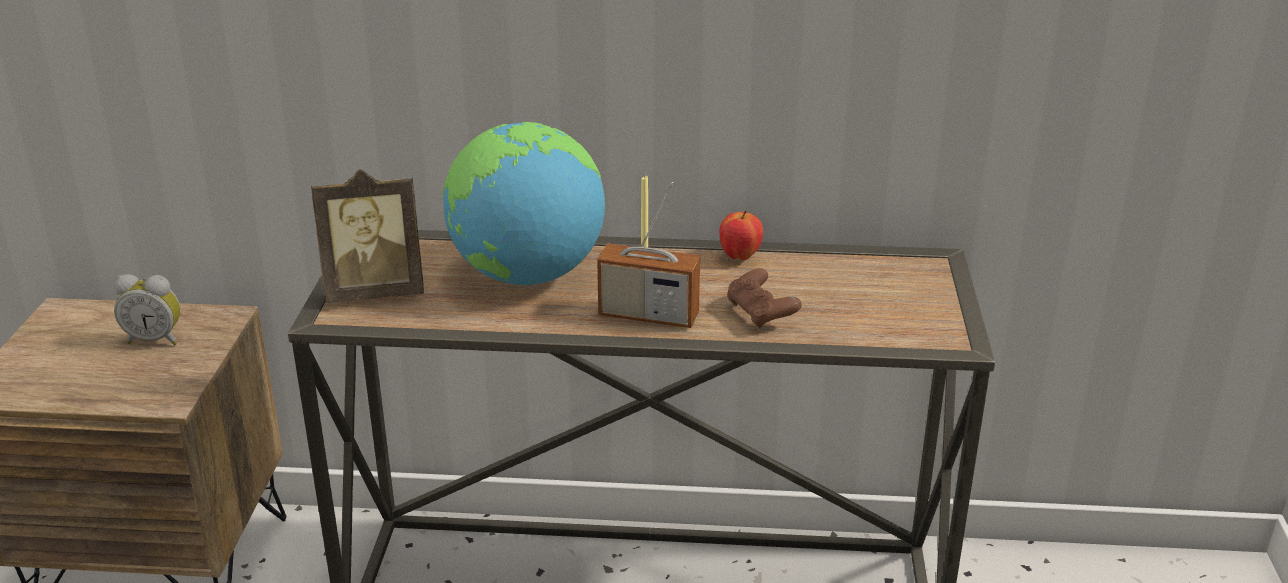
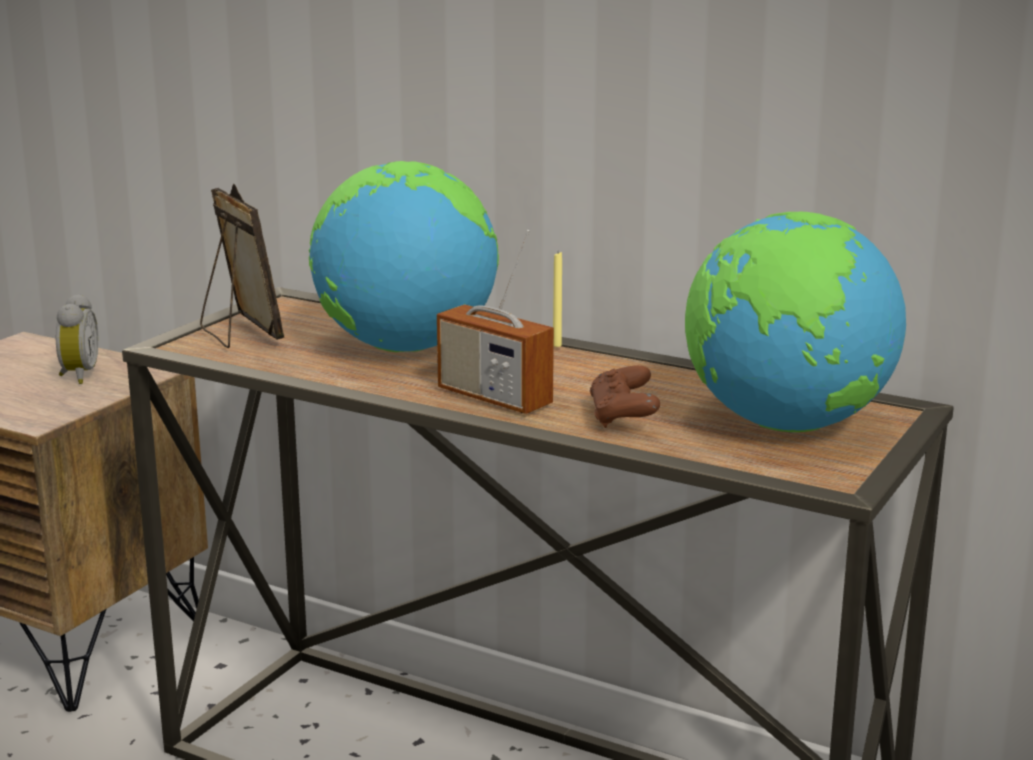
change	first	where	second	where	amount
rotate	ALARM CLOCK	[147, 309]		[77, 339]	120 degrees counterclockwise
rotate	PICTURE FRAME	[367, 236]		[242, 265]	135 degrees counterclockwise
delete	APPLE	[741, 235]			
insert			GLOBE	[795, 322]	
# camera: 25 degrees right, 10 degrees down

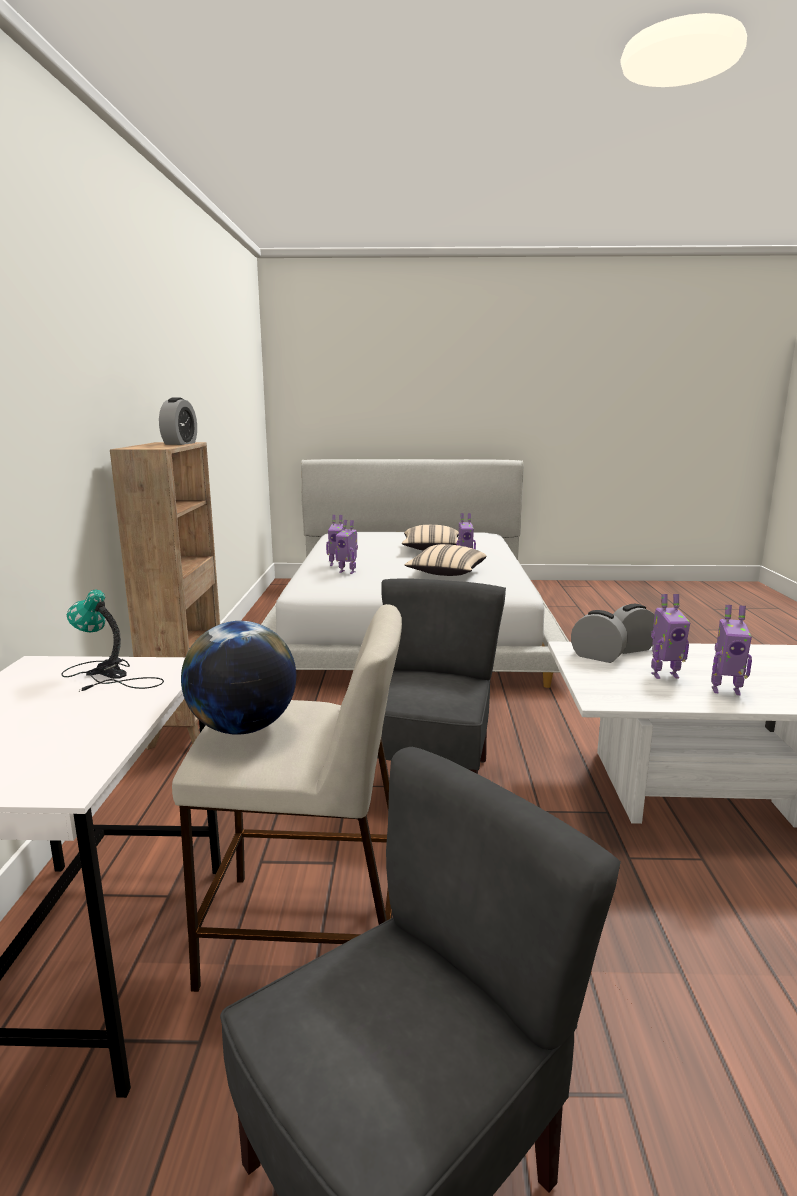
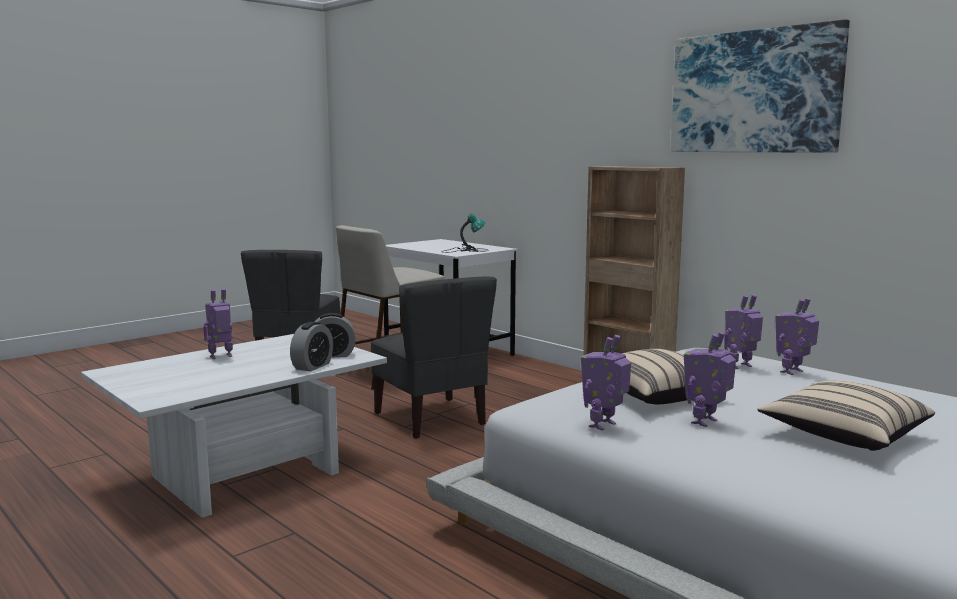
change	first	where	second	where	amount
delete	ALARM CLOCK	[178, 421]			
delete	GLOBE	[238, 678]			
move	TOY ROBOT	[670, 636]		[606, 382]	
insert			PICTURE	[760, 86]	
# camera: 135 degrees right, 5 degrees down

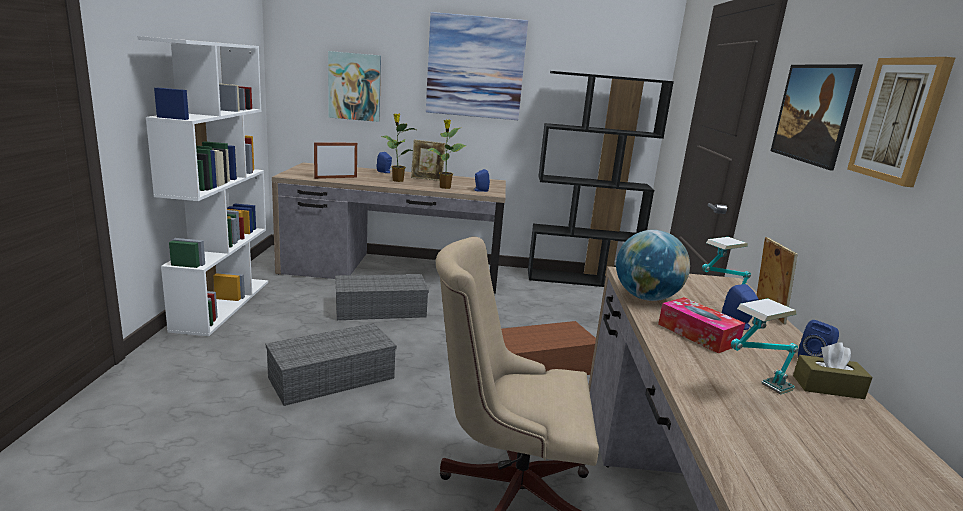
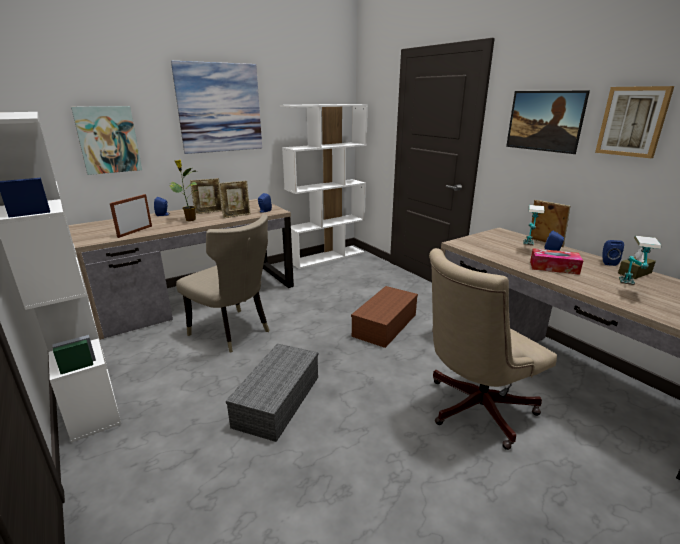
change	first	where	second	where	amount
replace	GREY STORAGE BOX	[382, 297]	BEIGE CHAIR	[223, 283]	
replace	POTTED PLANT	[447, 154]	PICTURE FRAME	[234, 199]	
recolor	BLACK BOOKCASE	[601, 179]	WHITE BOOKCASE	[324, 186]	
delete	GLOBE	[653, 265]			
# camera: 35 degrees left, 5 degrees up

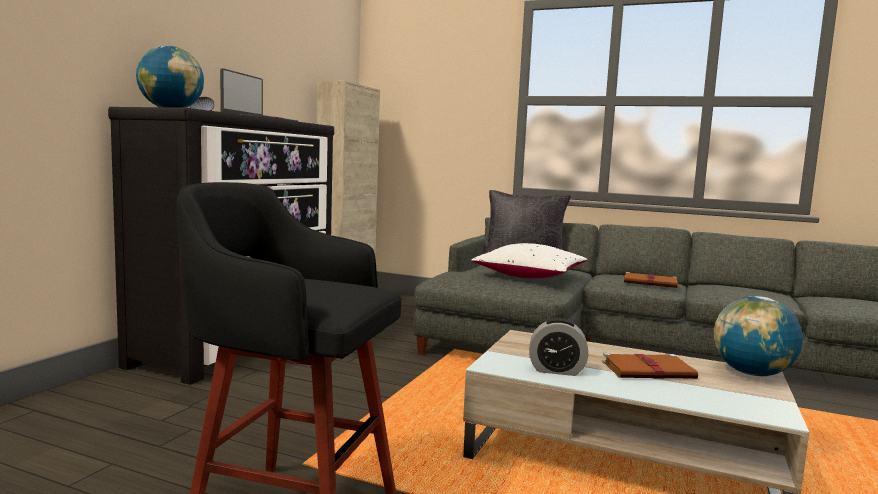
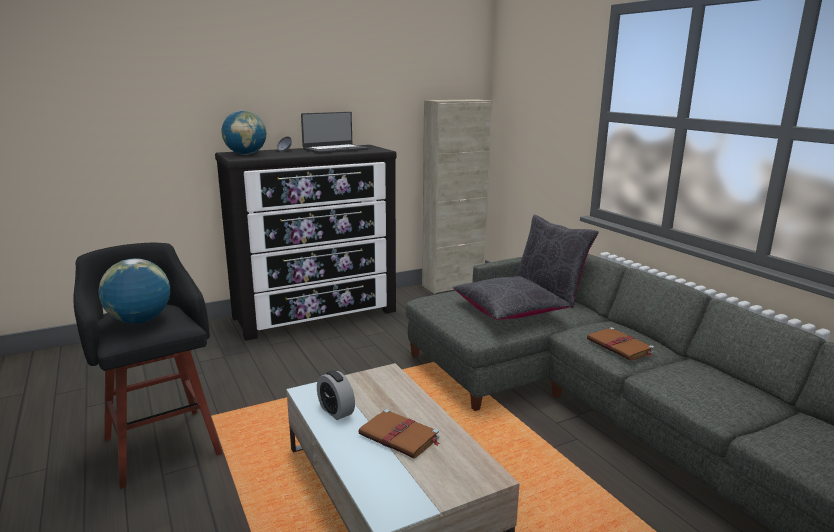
change	first	where	second	where	amount
recolor	WHITE PILLOW	[529, 260]	BLACK PILLOW	[512, 298]	
move	GLOBE	[758, 336]		[134, 291]	
# camera: 40 degrees right, 10 degrees up

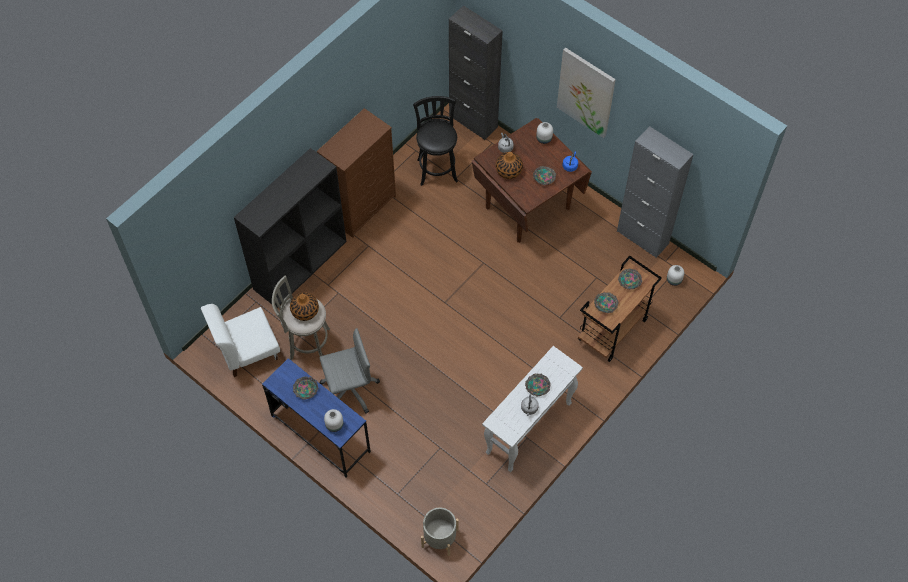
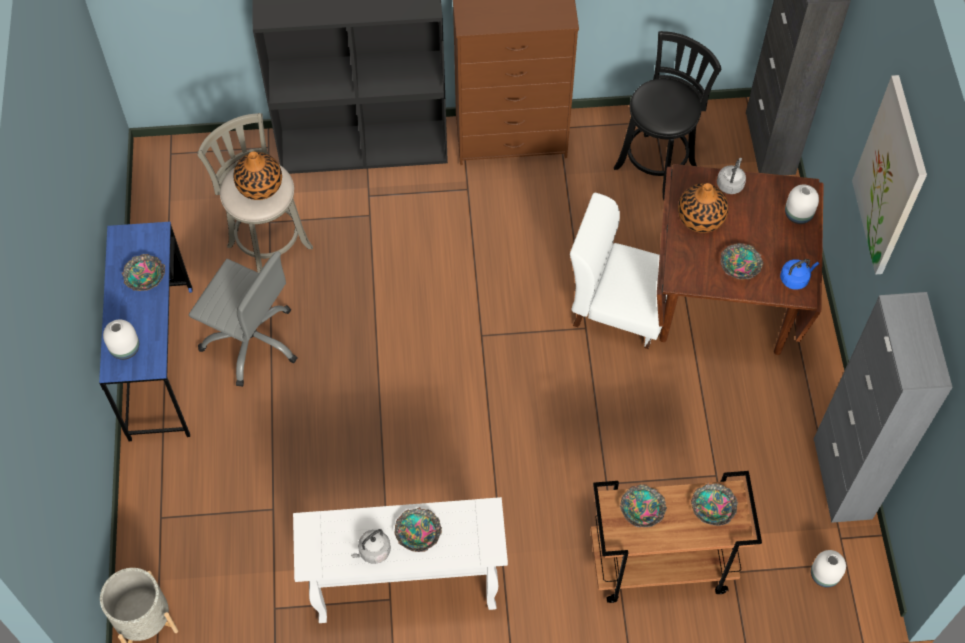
change	first	where	second	where	amount
move	WHITE CHAIR	[240, 340]		[618, 271]	
# camera: 45 degrees right, 0 degrees up

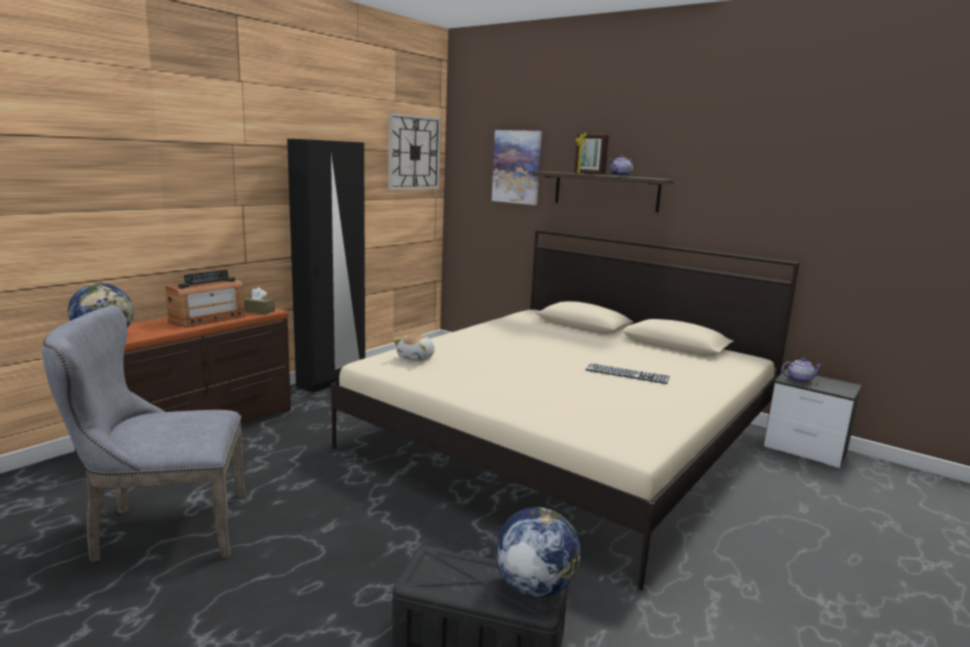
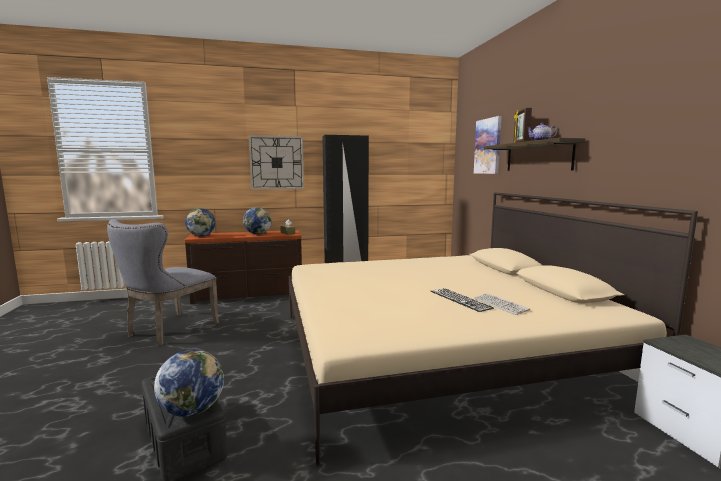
change	first	where	second	where	amount
rotate	GREY CHAIR	[144, 434]		[163, 282]	90 degrees counterclockwise
replace	RADIO	[205, 299]	GLOBE	[257, 220]	
move	WALL CLOCK	[414, 151]		[276, 162]	
delete	PLUSH TOY	[414, 347]			
delete	TEAPOT	[802, 370]			
insert			KEYBOARD	[502, 304]	
# camera: 40 degrees right, 5 degrees down

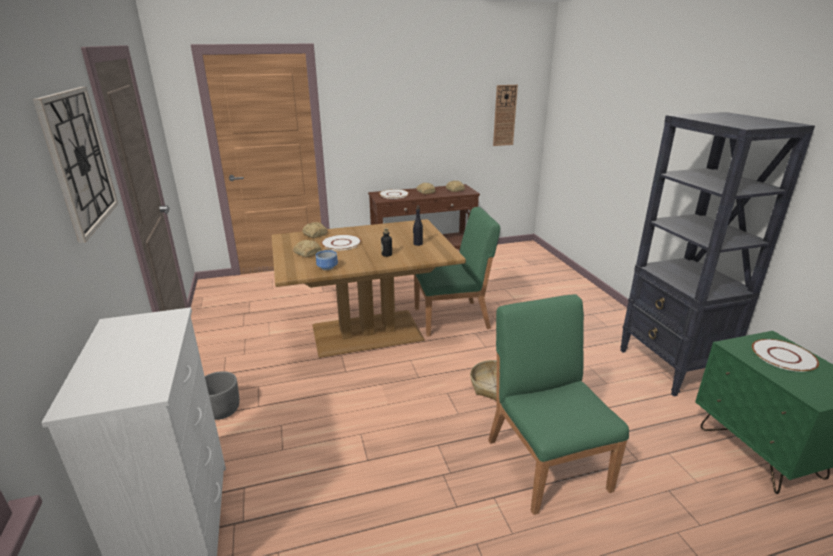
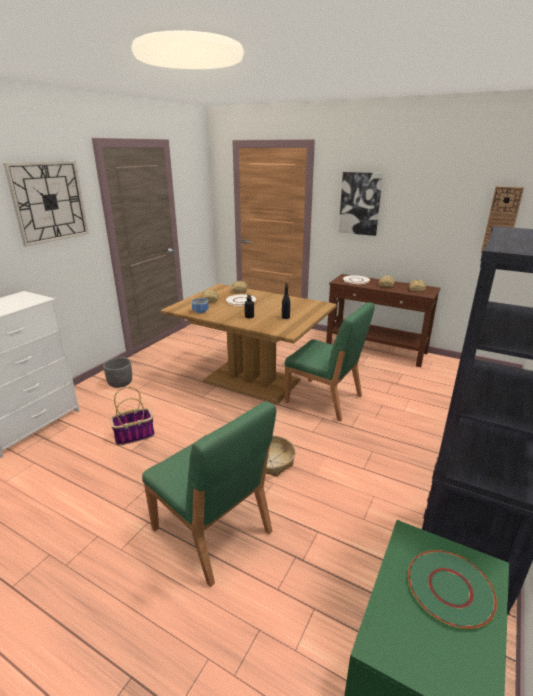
change	first	where	second	where	amount
rotate	GREEN CHAIR	[558, 404]		[209, 494]	105 degrees clockwise
recolor	WHITE PLATE	[785, 355]	GREEN PLATE	[452, 589]	
insert			BASKET	[132, 416]	
insert			PICTURE	[361, 204]	
# camera: 45 degrees right, 0 degrees up

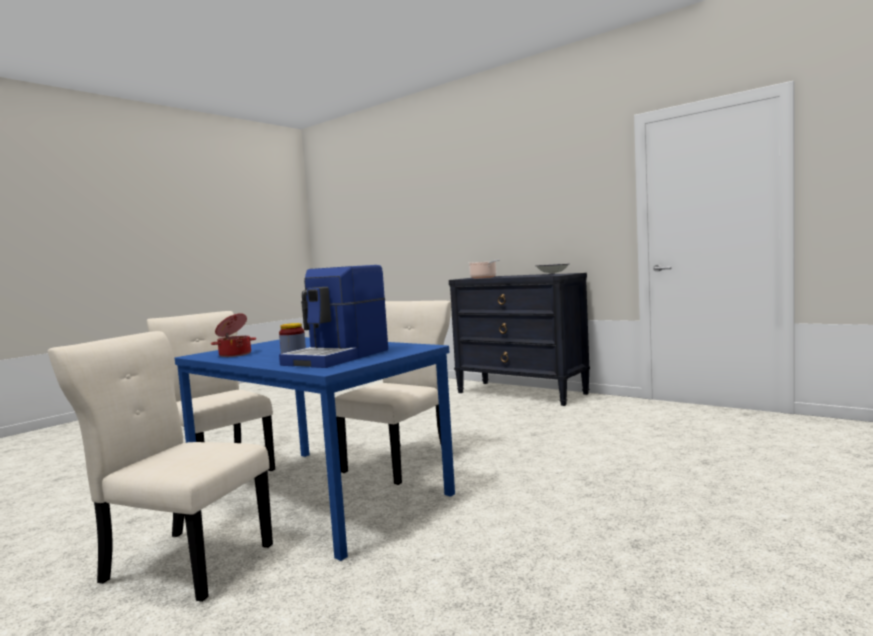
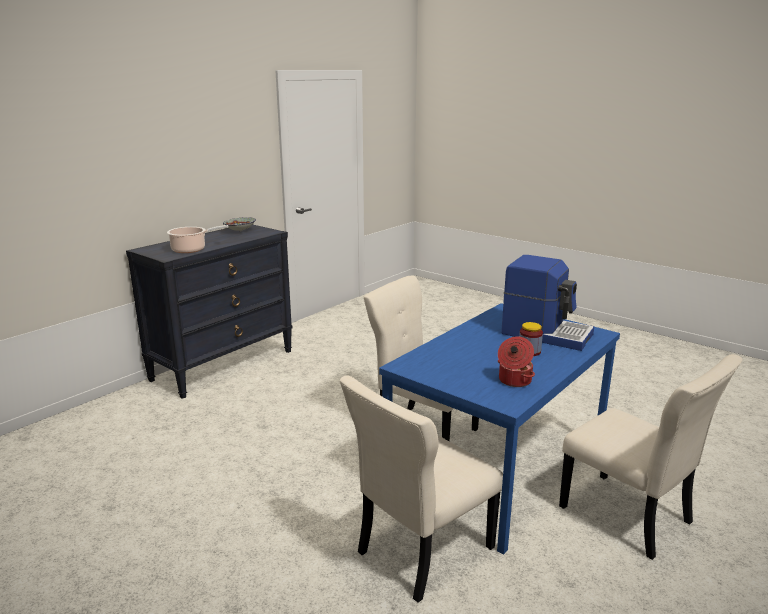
change	first	where	second	where	amount
rotate	BEIGE CHAIR	[160, 466]		[651, 457]	60 degrees counterclockwise
# camera: 90 degrees left, 15 degrees up

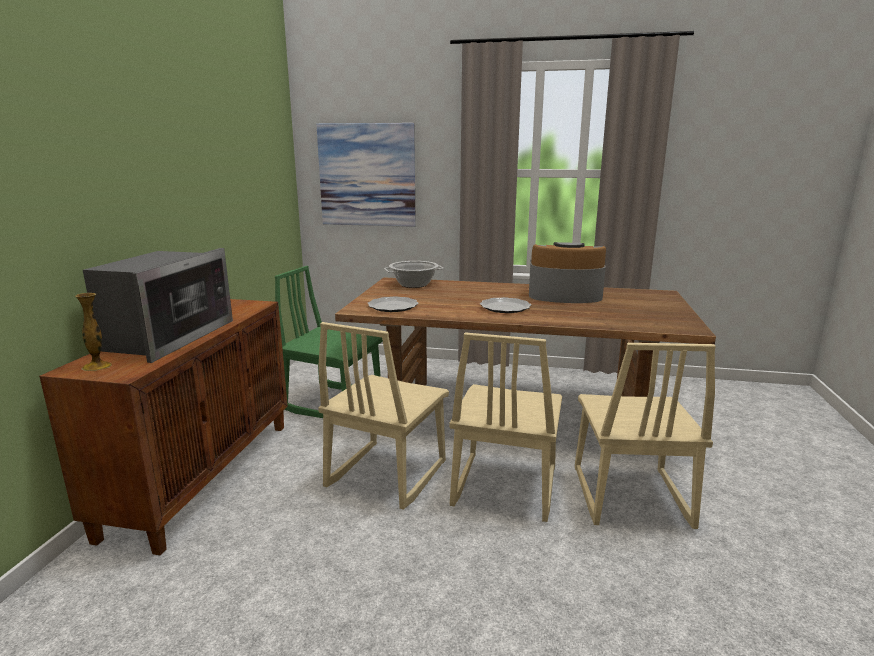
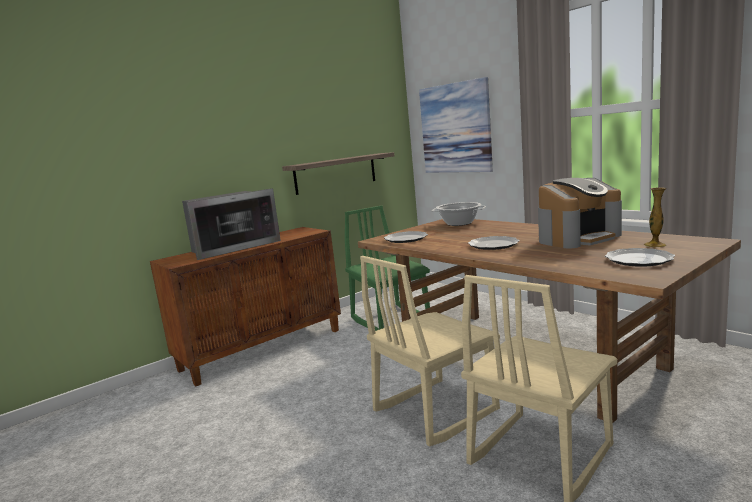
change	first	where	second	where	amount
move	VASE	[93, 332]		[655, 217]	
delete	BEIGE CHAIR	[383, 416]			
rotate	COFFEE MACHINE	[567, 272]		[580, 213]	105 degrees clockwise
insert			SHELF	[338, 173]	
insert			PLATE	[640, 257]	
# camera: 40 degrees right, 5 degrees down

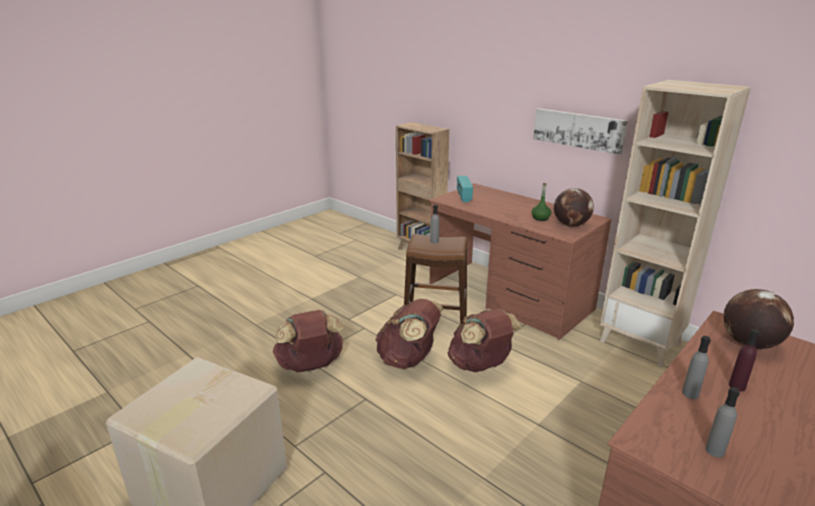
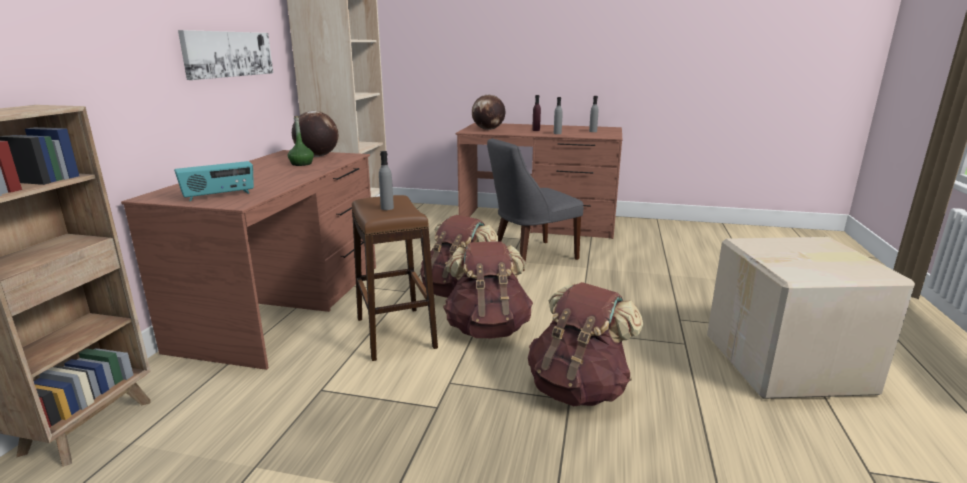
change	first	where	second	where	amount
insert			GREY CHAIR	[535, 204]	
# camera: 120 degrees left, 5 degrees down

